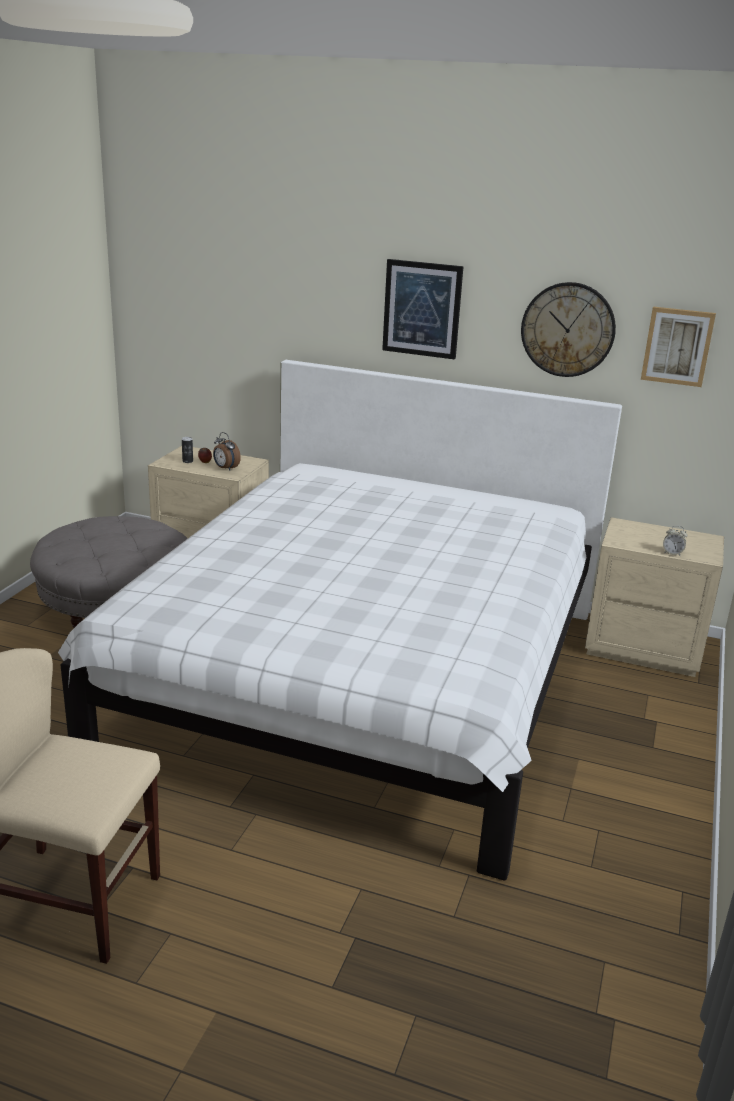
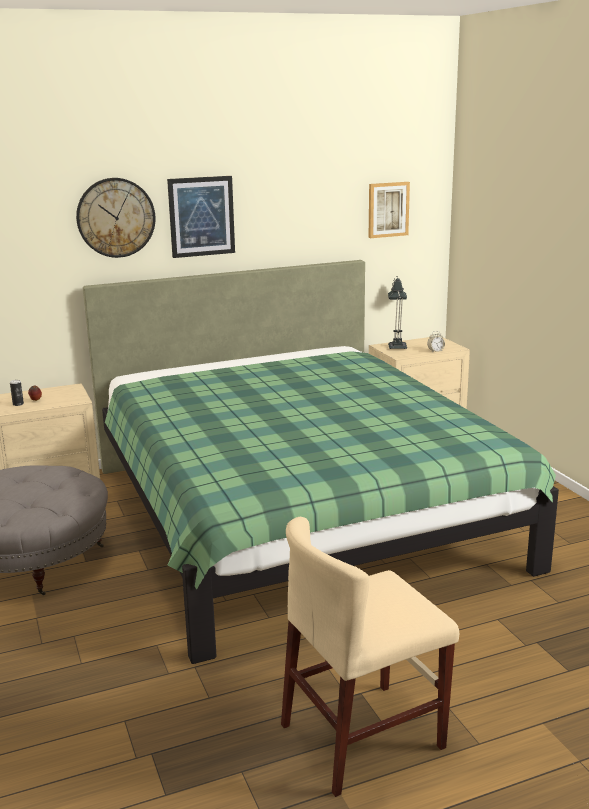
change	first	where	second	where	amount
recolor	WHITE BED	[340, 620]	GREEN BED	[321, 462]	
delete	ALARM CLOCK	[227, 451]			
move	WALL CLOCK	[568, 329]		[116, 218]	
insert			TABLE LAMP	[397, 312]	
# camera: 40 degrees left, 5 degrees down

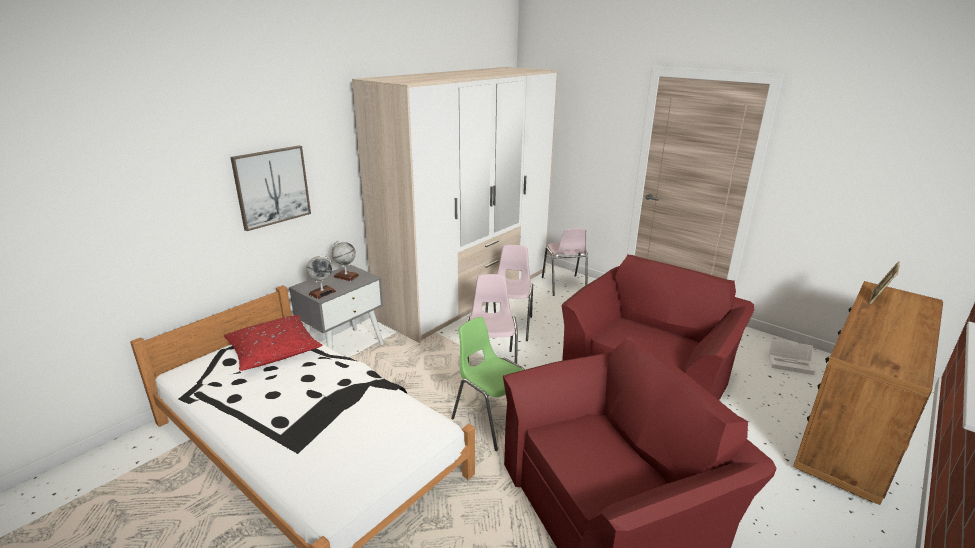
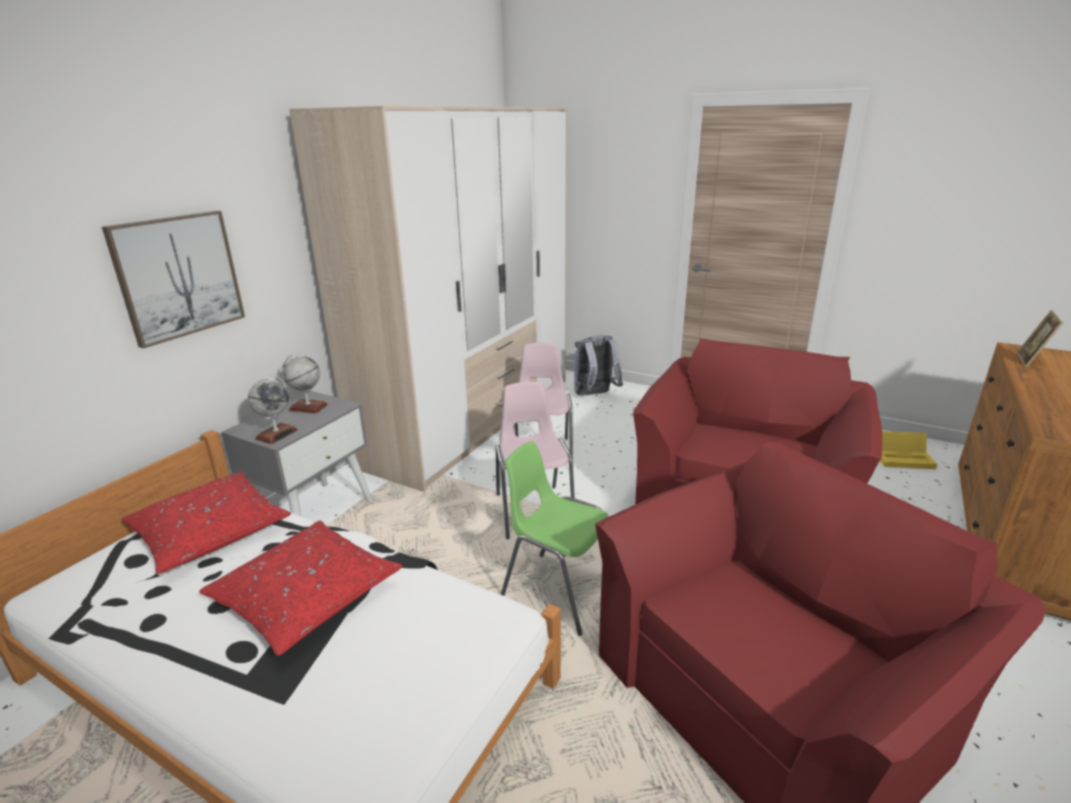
change	first	where	second	where	amount
replace	PINK CHAIR	[565, 262]	GREY BACKPACK	[598, 365]	
recolor	WHITE STORAGE BOX	[791, 357]	YELLOW STORAGE BOX	[908, 450]	
insert			RED PILLOW	[301, 588]	
# camera: 10 degrees left, 0 degrees up

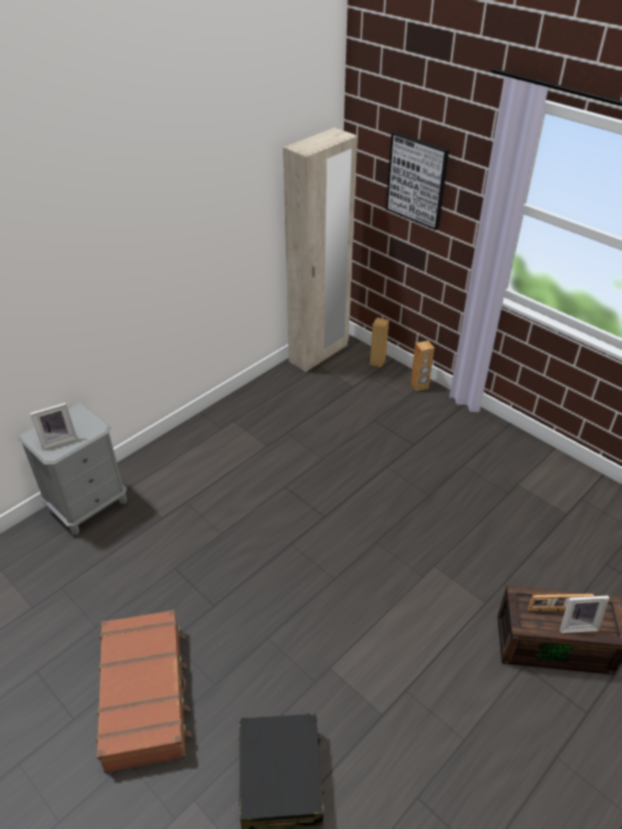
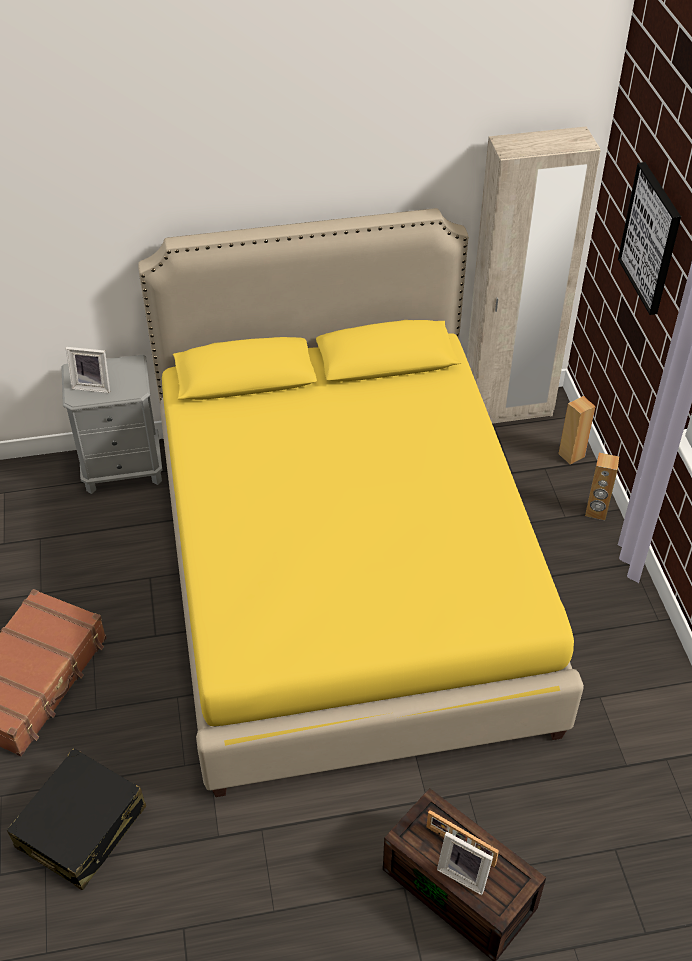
change	first	where	second	where	amount
insert			YELLOW BED	[361, 502]	
# camera: 35 degrees right, 5 degrees up

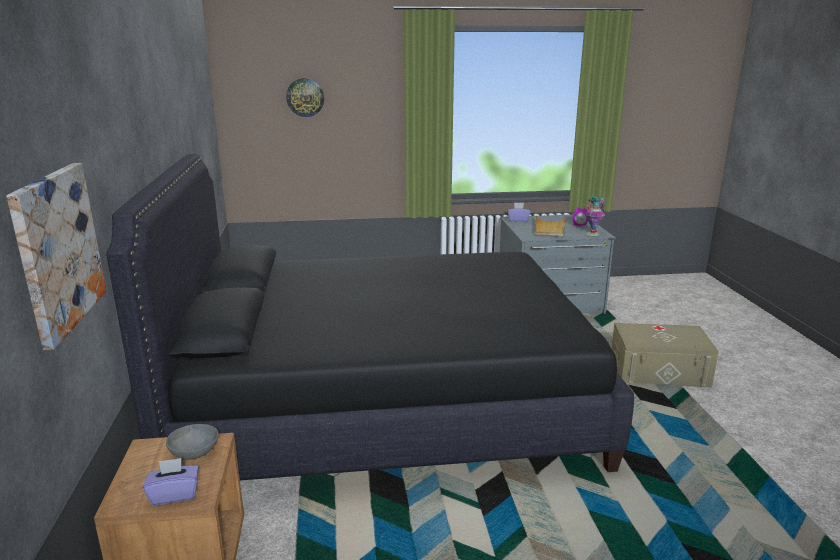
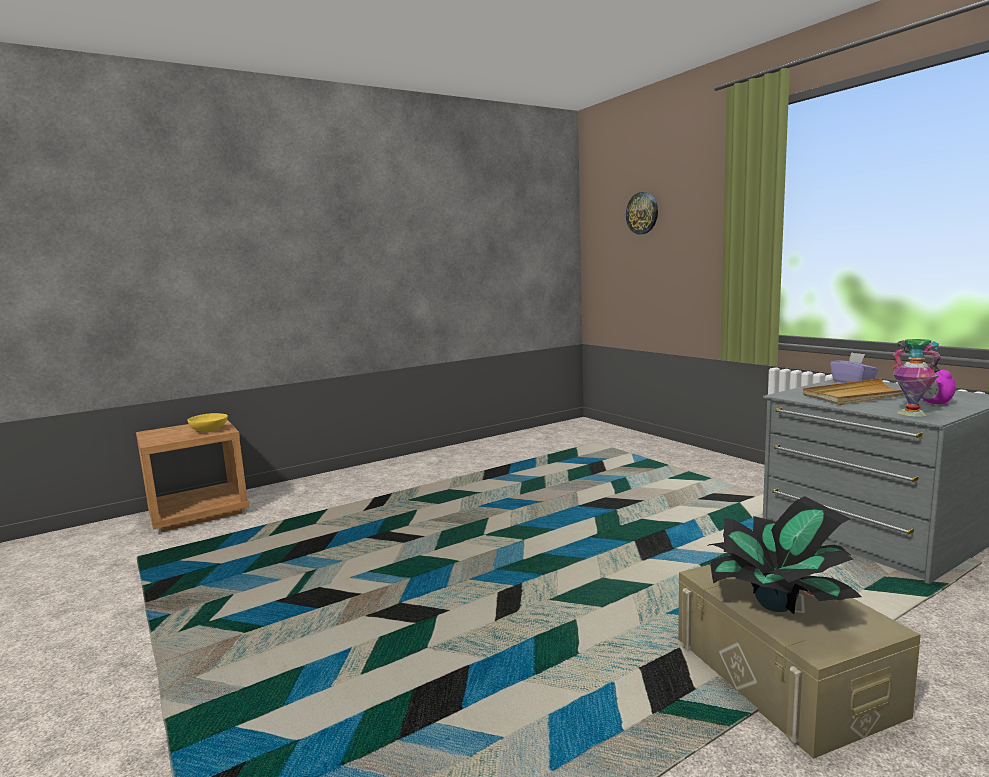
change	first	where	second	where	amount
delete	PICTURE	[56, 256]			
delete	BLACK BED	[370, 317]			
delete	PURPLE TISSUE BOX	[170, 481]			
recolor	GREY BOWL	[192, 442]	YELLOW BOWL	[207, 422]	
insert			POTTED PLANT	[784, 555]	
# camera: 65 degrees right, 10 degrees down

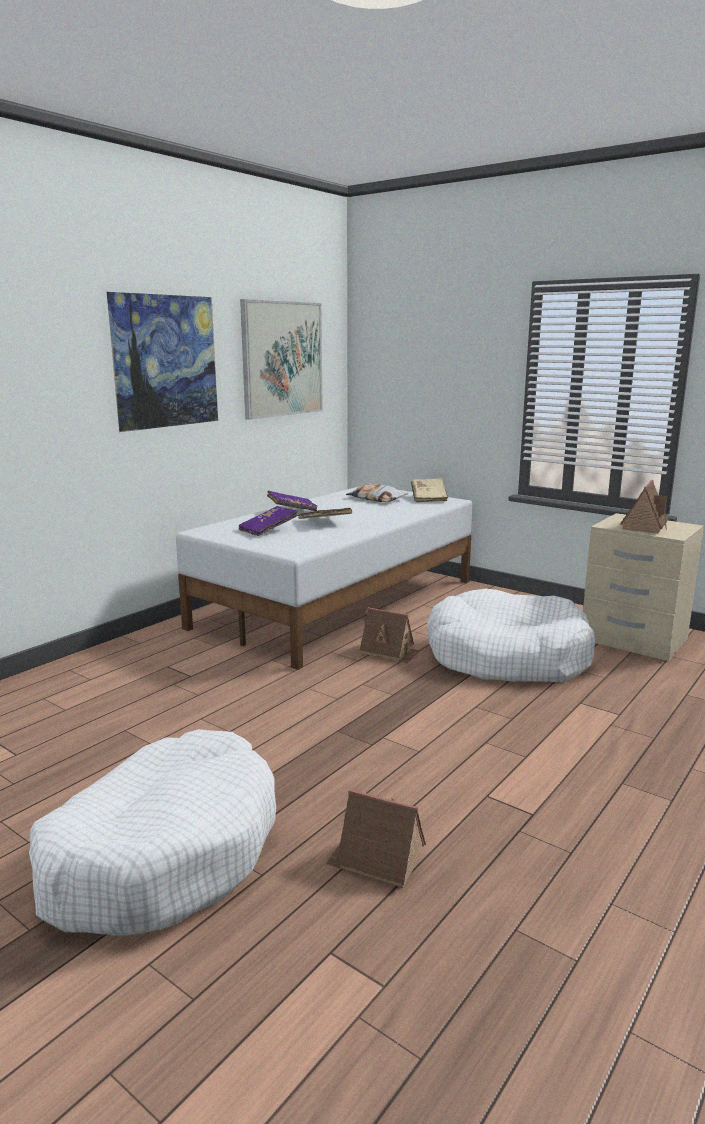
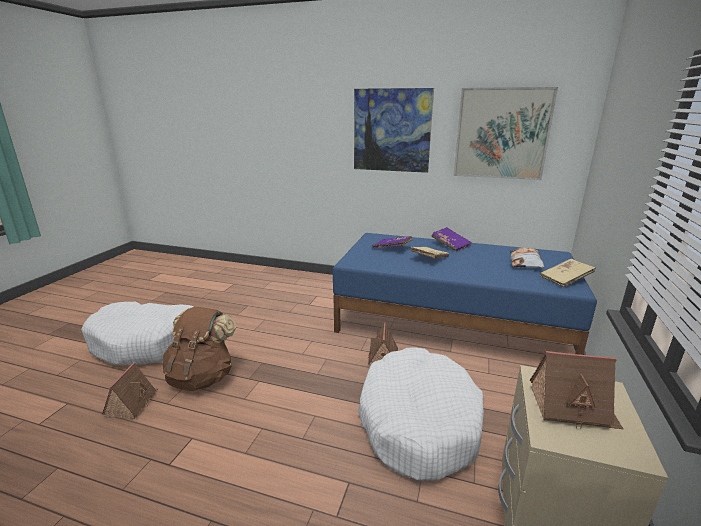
change	first	where	second	where	amount
recolor	WHITE BED	[324, 578]	BLUE BED	[465, 294]	
insert			BROWN BACKPACK	[199, 349]	
# camera: 70 degrees right, 5 degrees up

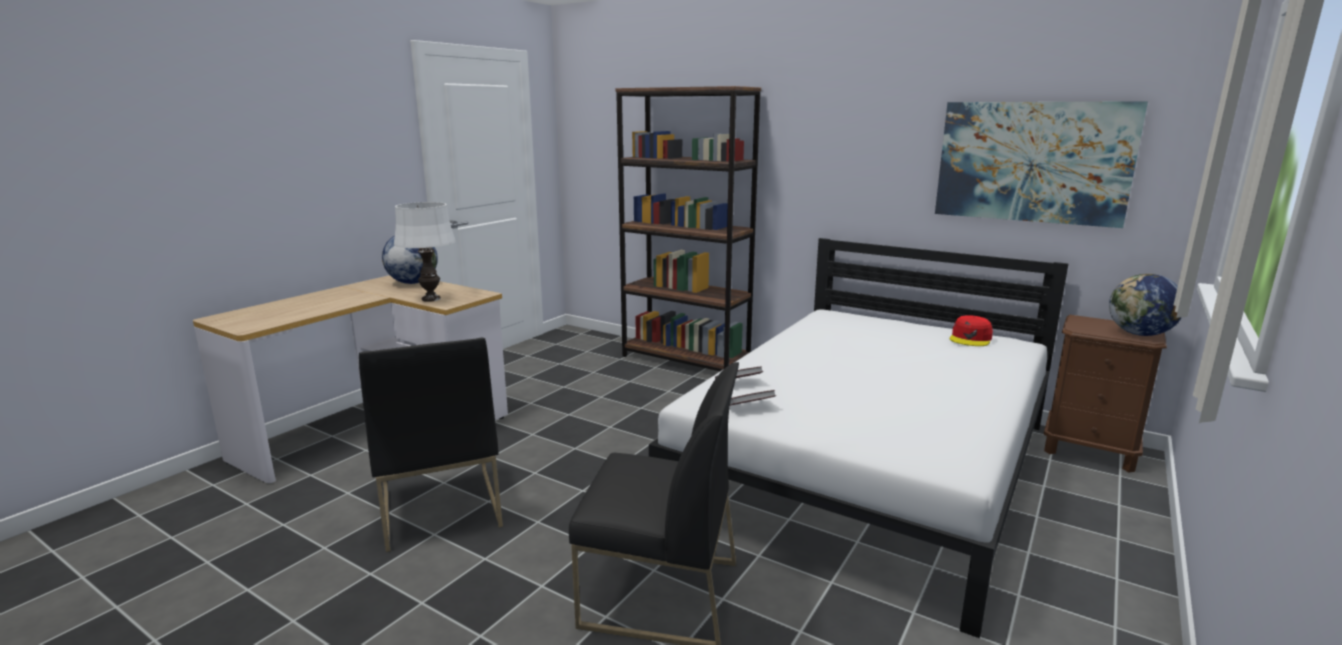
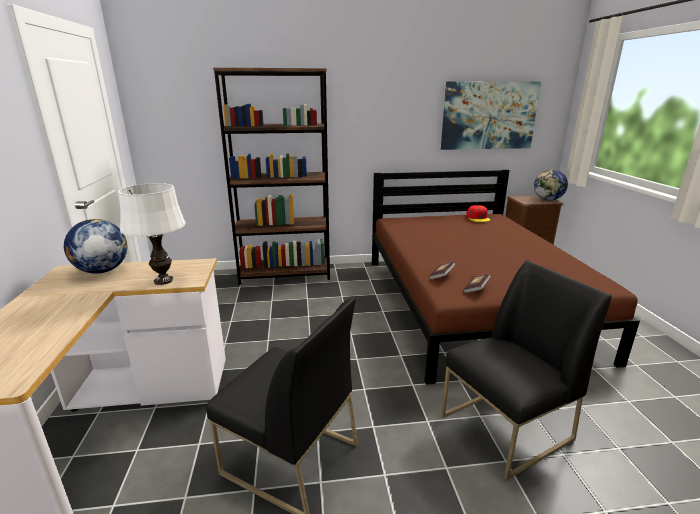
change	first	where	second	where	amount
recolor	WHITE BED	[859, 438]	BROWN BED	[506, 277]	
# camera: 40 degrees left, 5 degrees up

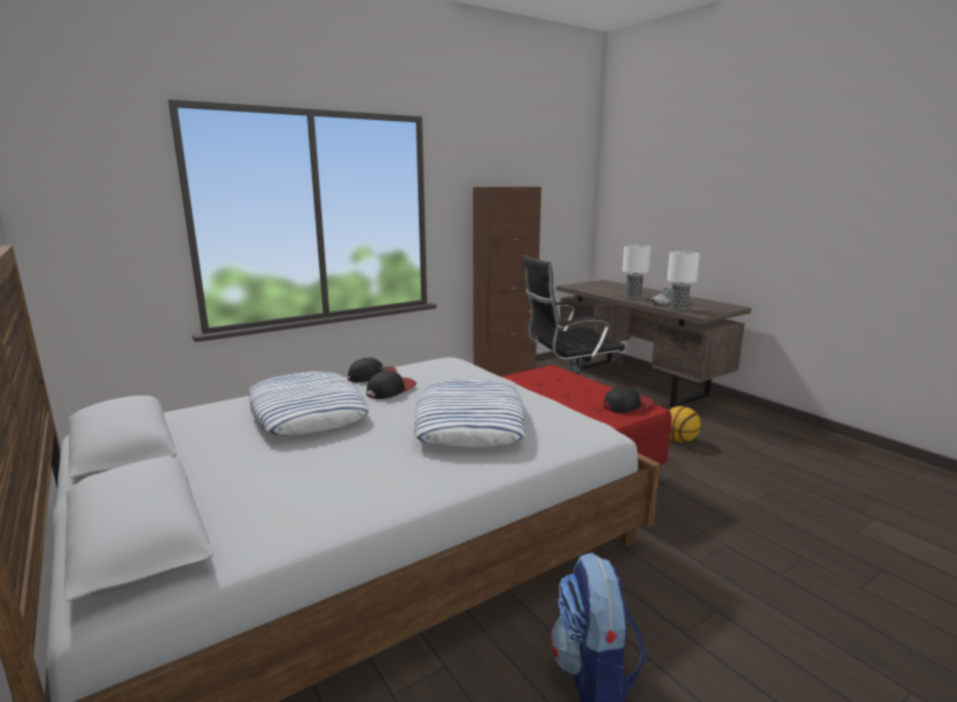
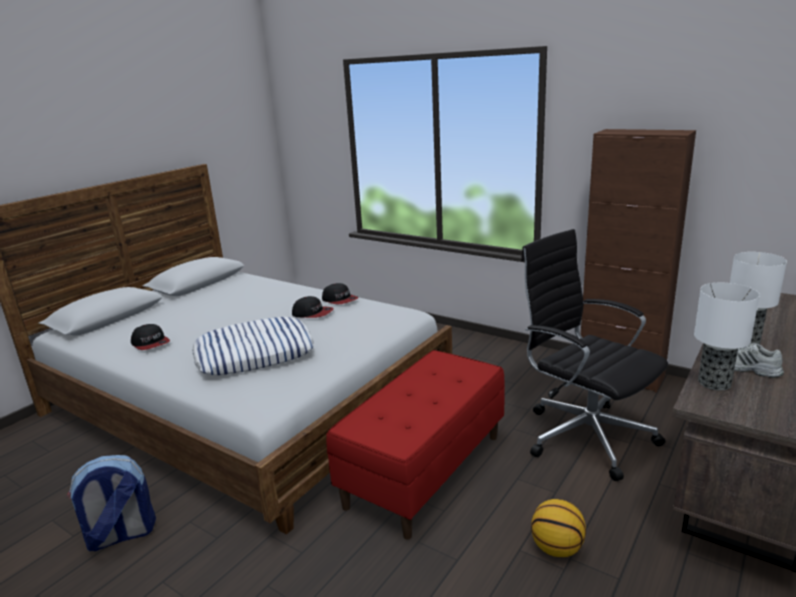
change	first	where	second	where	amount
delete	PILLOW	[308, 403]			
move	CAP	[628, 399]		[150, 337]	
# camera: 70 degrees right, 5 degrees up

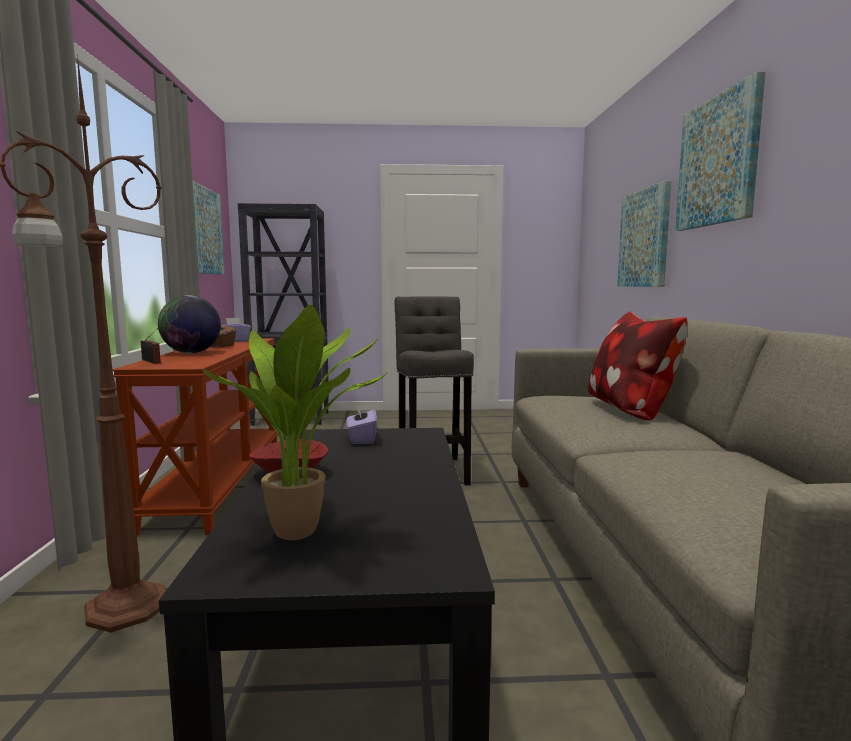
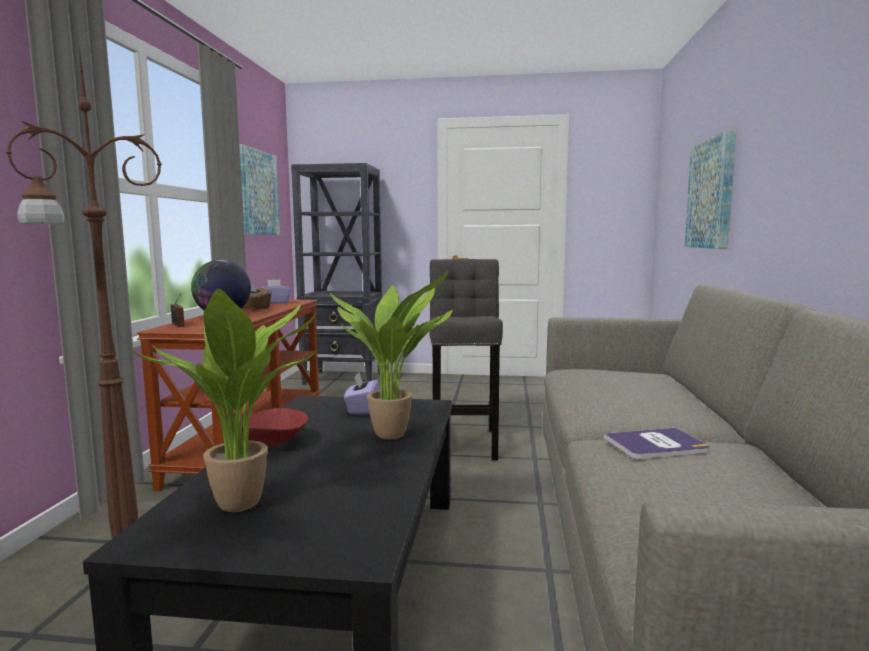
change	first	where	second	where	amount
delete	PILLOW	[638, 366]			
delete	PICTURE	[720, 151]			
insert			POTTED PLANT	[391, 355]	
insert			BOOK	[657, 443]	
# camera: 10 degrees right, 0 degrees up

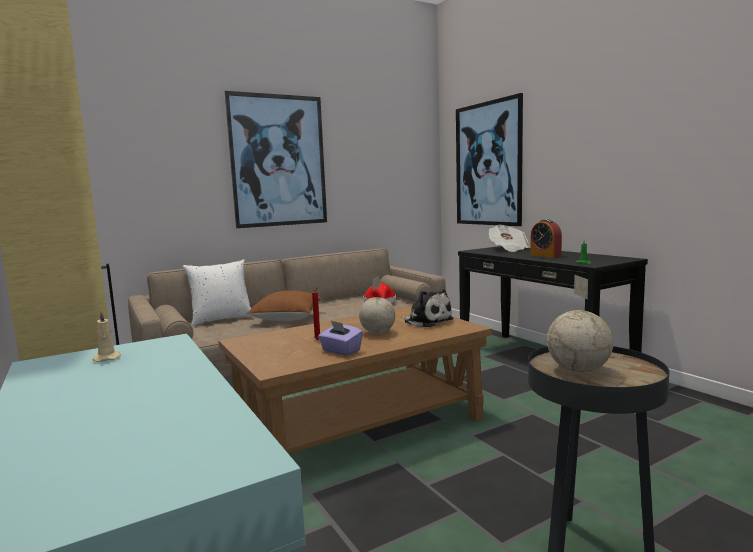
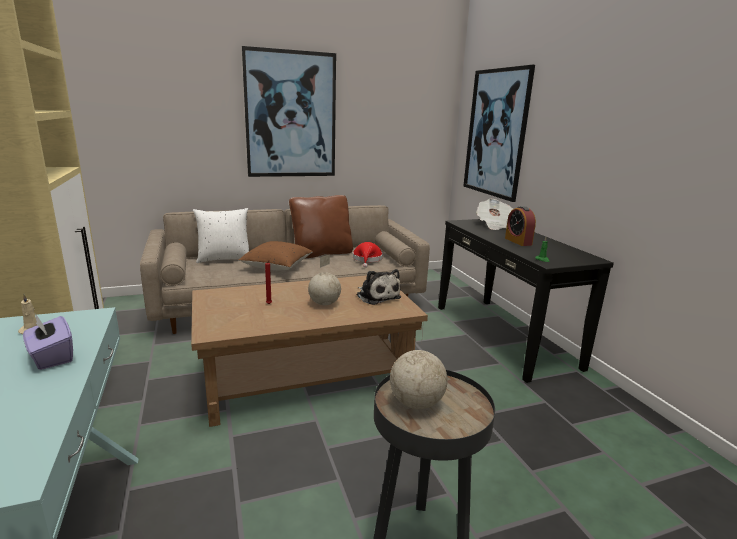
change	first	where	second	where	amount
move	PURPLE TISSUE BOX	[340, 338]		[48, 342]	
insert			BROWN PILLOW	[321, 226]	
# camera: 10 degrees right, 10 degrees up

